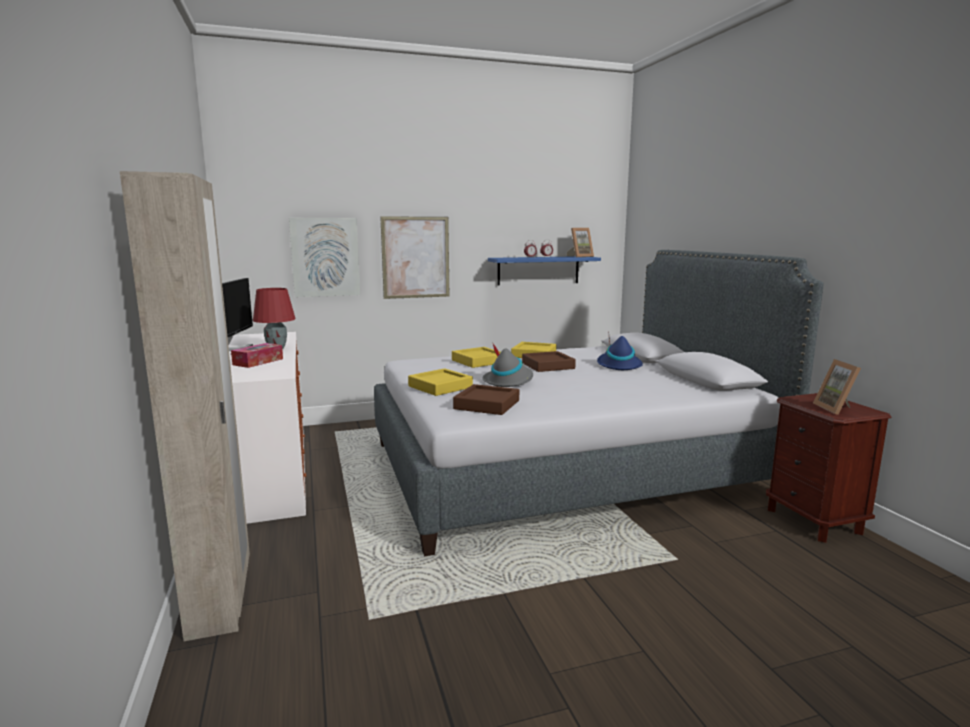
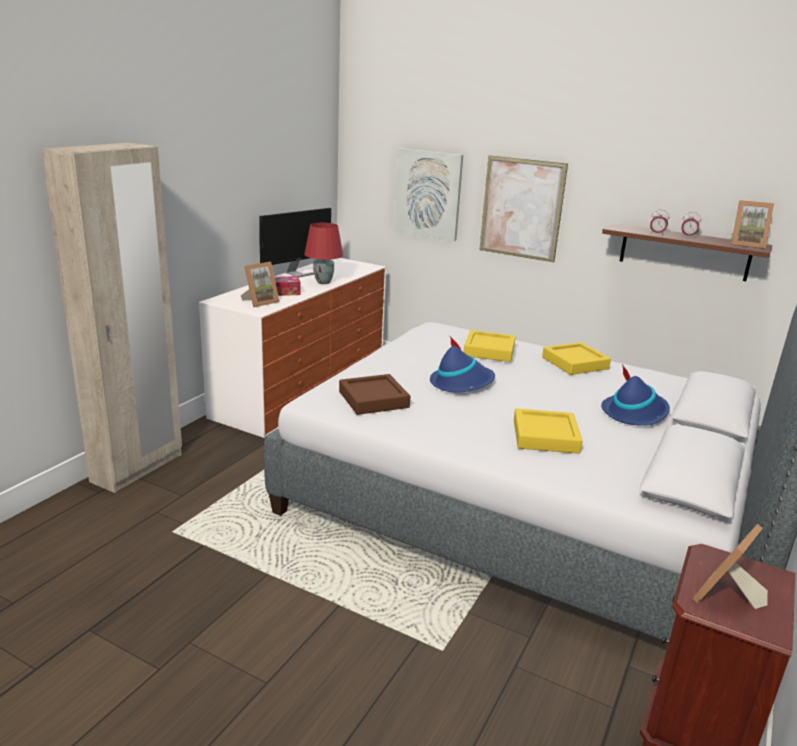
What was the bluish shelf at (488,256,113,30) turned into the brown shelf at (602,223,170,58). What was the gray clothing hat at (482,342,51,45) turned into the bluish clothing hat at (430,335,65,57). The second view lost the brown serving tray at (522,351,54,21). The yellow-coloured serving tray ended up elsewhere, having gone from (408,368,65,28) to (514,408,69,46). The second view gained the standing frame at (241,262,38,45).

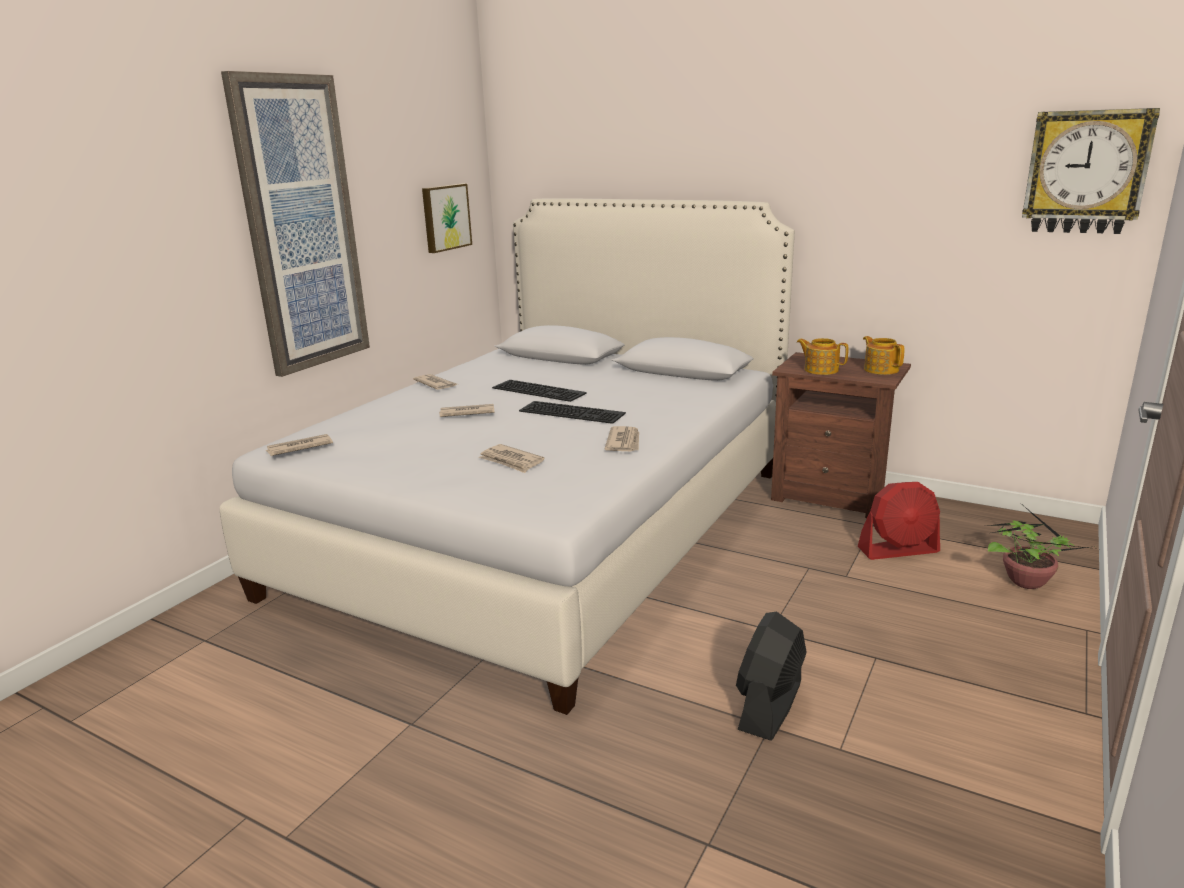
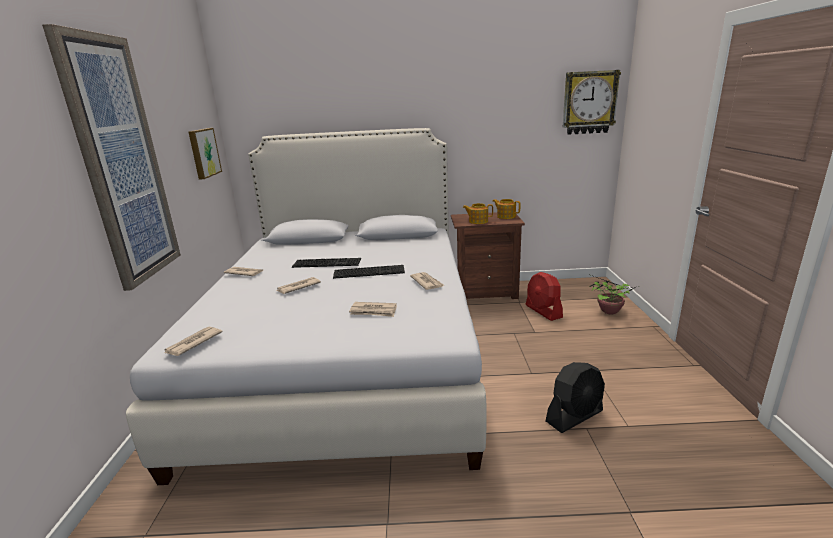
The reddish electric fan at (857,482,83,78) ended up facing another way, 105 degrees clockwise from before. The black-coloured electric fan at (736,612,70,129) ended up facing another way, 120 degrees counterclockwise from before.

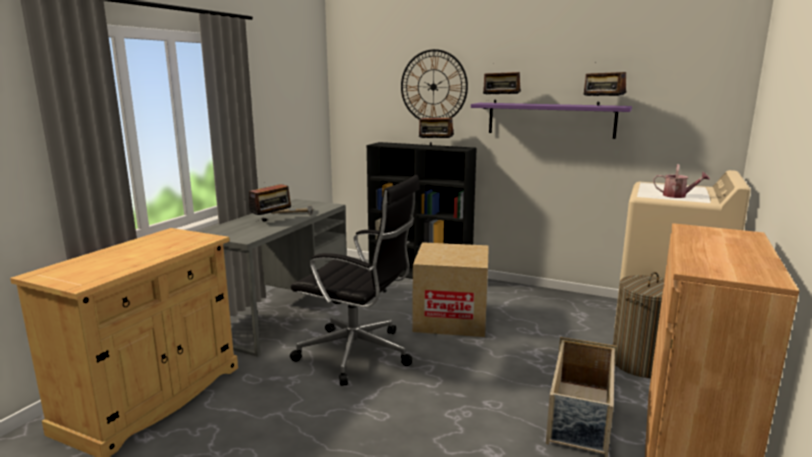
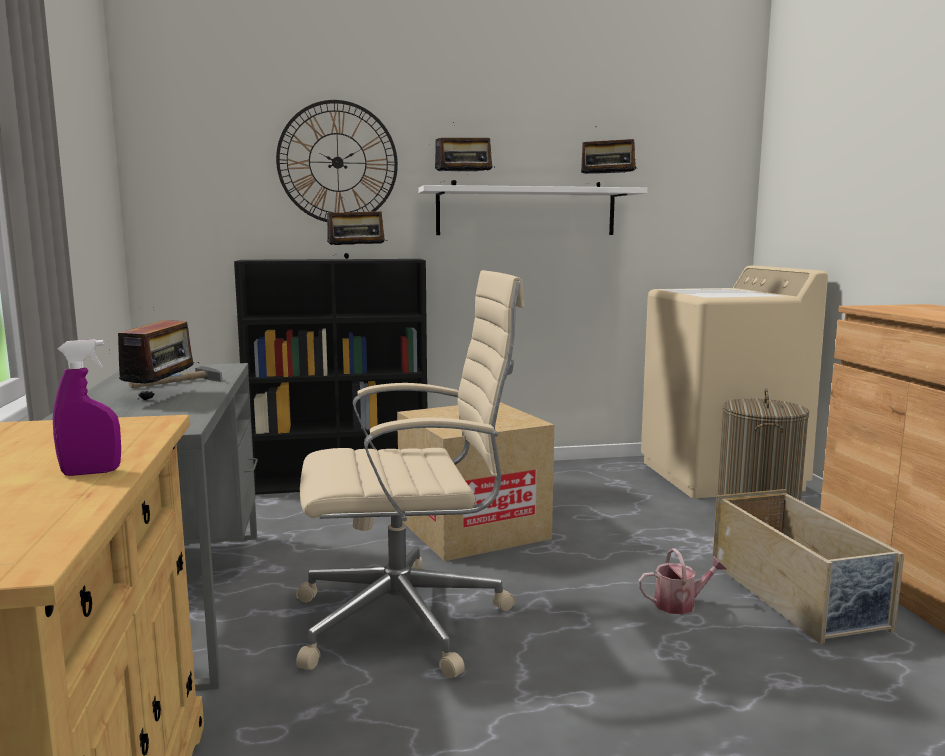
What was the purple-coloured shelf at (471,103,161,36) turned into the white-coloured shelf at (418,185,229,50). The sprinkling can ended up elsewhere, having gone from (653,164,57,34) to (638,548,89,66). What was the black-coloured desk chair at (290,175,130,211) turned into the beige desk chair at (296,270,228,408). The second view gained the purple-coloured hand sprayer at (53,339,68,137).

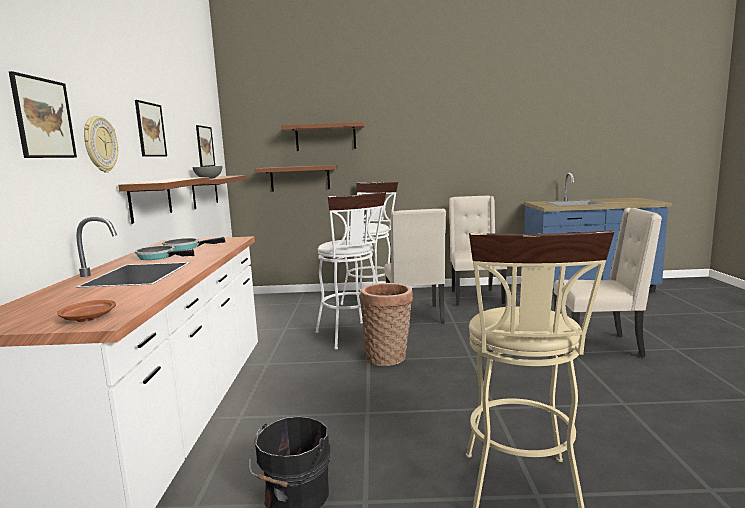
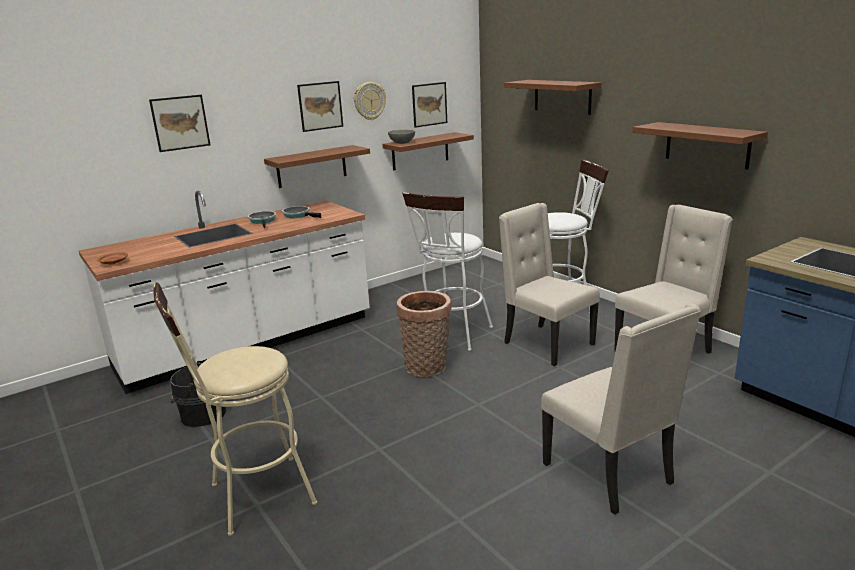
The wall clock ended up elsewhere, having gone from (84,116,34,56) to (354,82,32,38). The brown shelf ended up elsewhere, having gone from (255,165,83,27) to (633,122,135,48). The beige plain chair at (385,208,61,116) ended up facing another way, 90 degrees clockwise from before.

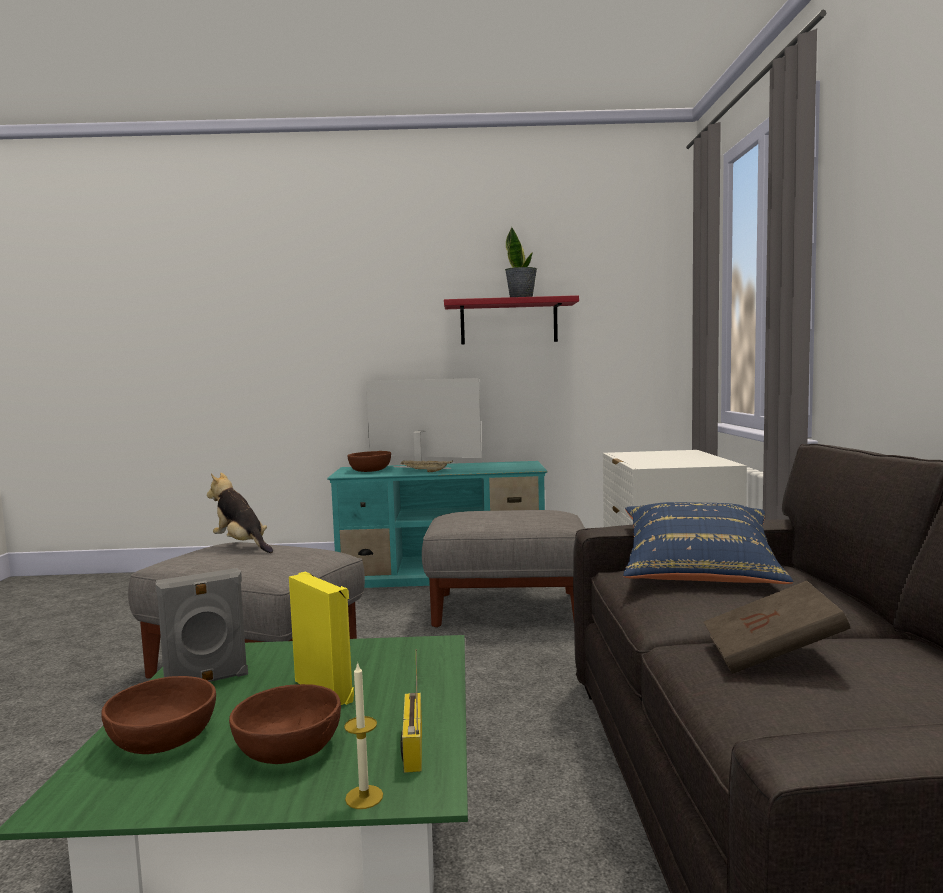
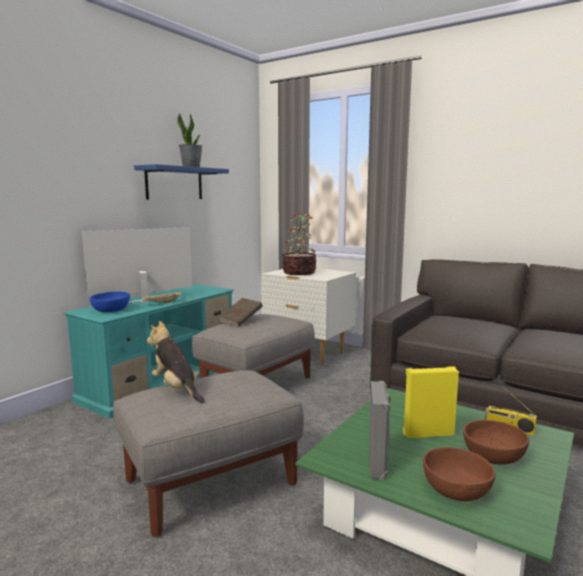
What was the reddish shelf at (444,295,135,50) turned into the bluish shelf at (134,164,95,36). What was the brown serving bowl at (347,451,44,21) turned into the bluish serving bowl at (90,292,40,20). The cuddly toy at (207,472,66,81) ended up facing another way, 60 degrees clockwise from before. The second view lost the bluish pillow at (623,502,170,82). The brown volume ended up elsewhere, having gone from (704,581,147,93) to (218,298,45,29). The second view lost the candle at (344,662,39,147). The second view gained the potted plant at (282,213,34,62).

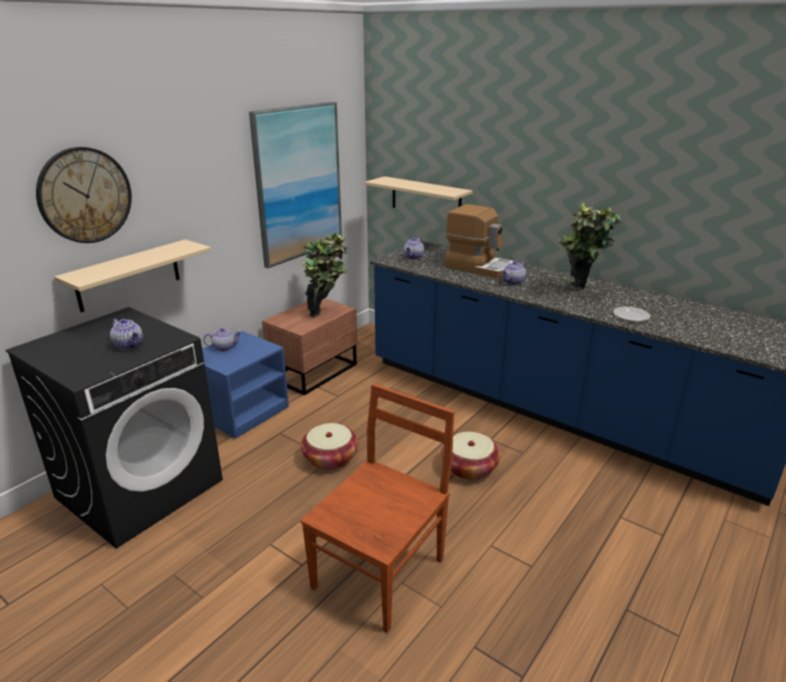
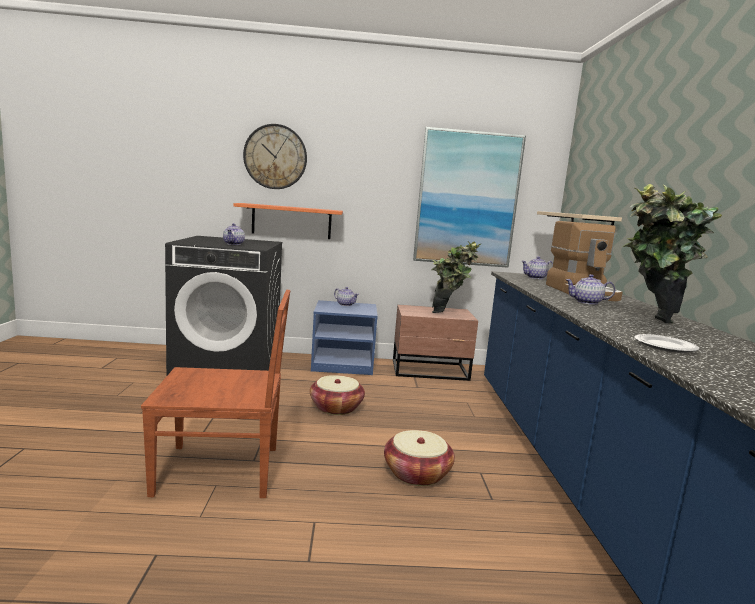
What was the beige shelf at (54,239,157,73) turned into the orangey shelf at (233,203,110,36).

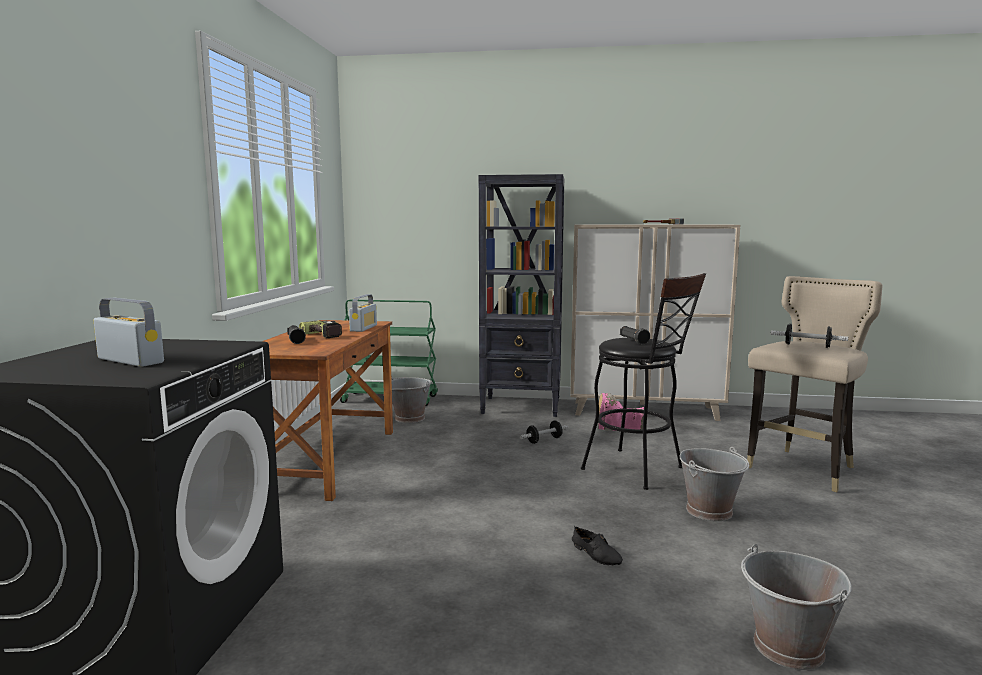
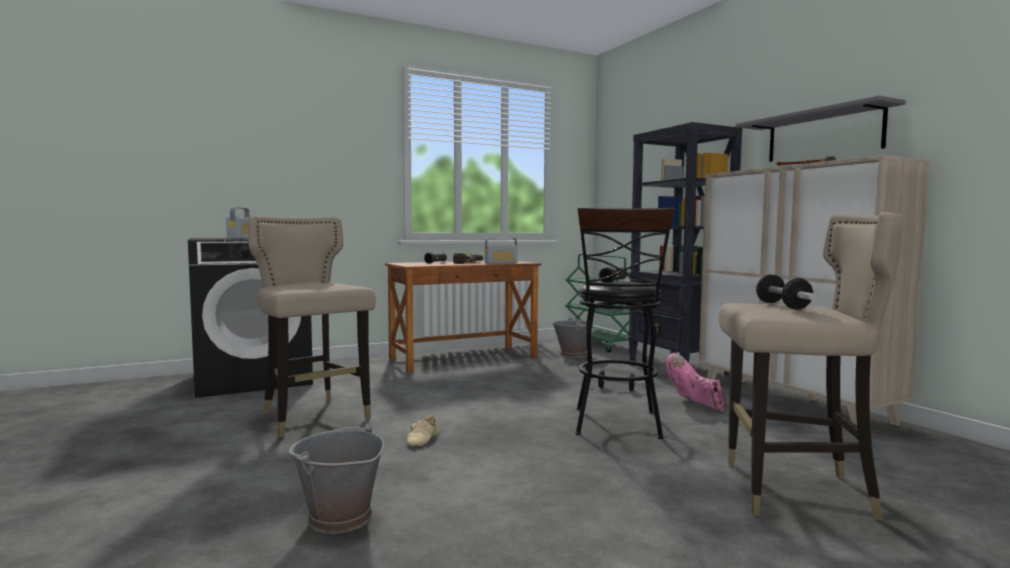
The second view lost the gray bucket at (680,447,69,74). What was the black-coloured item of footwear at (572,526,51,39) turned into the beige item of footwear at (407,414,32,32). The second view gained the gray shelf at (735,95,171,67). The second view gained the beige stool at (248,216,128,221).

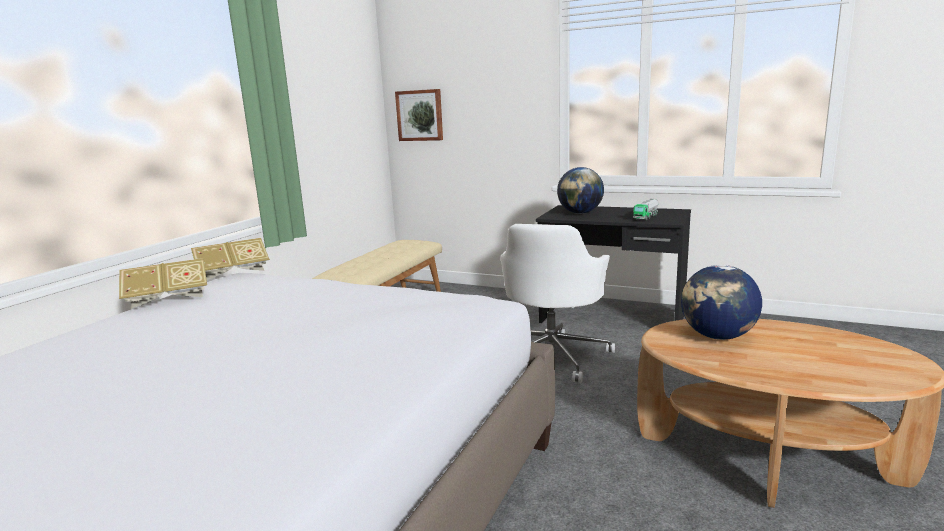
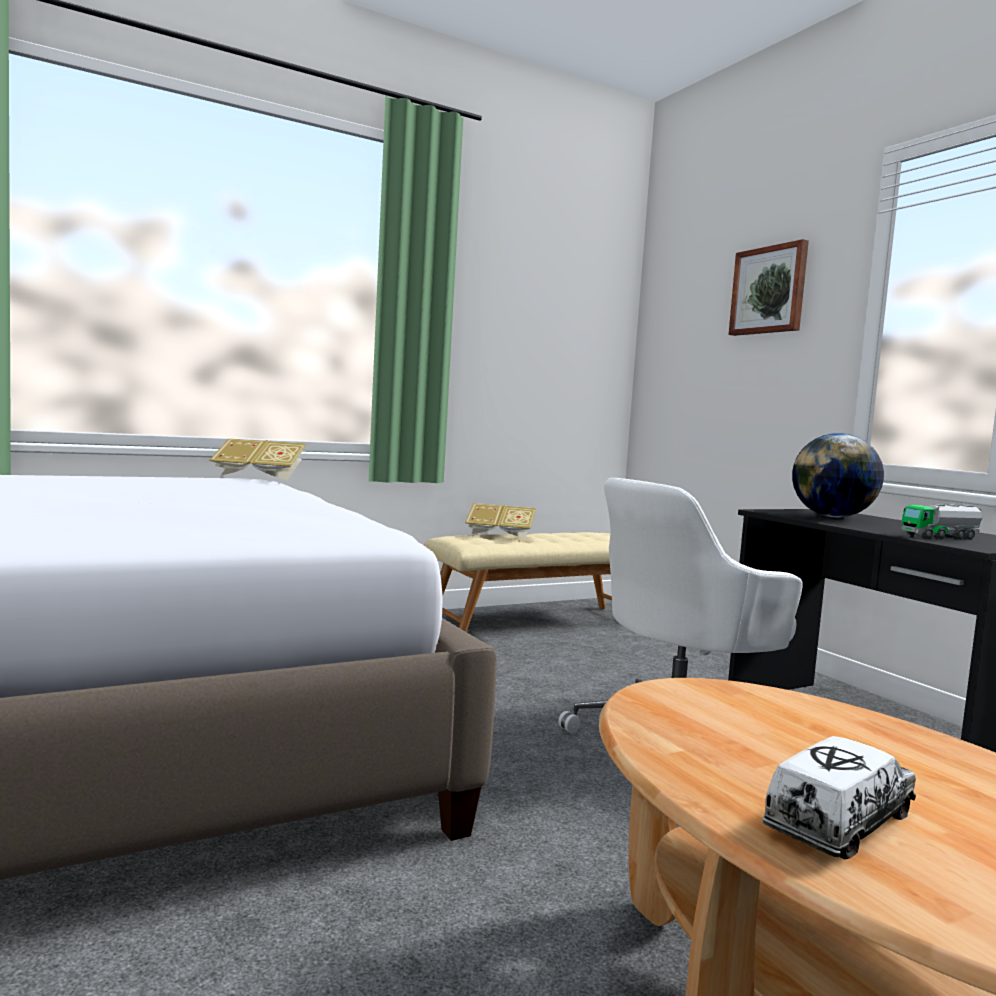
The picture ended up elsewhere, having gone from (395,89,48,52) to (729,239,80,97). The volume ended up elsewhere, having gone from (119,258,88,51) to (465,503,71,36). The second view lost the desk globe at (681,265,81,75). The second view gained the toy lorry at (762,736,154,123).

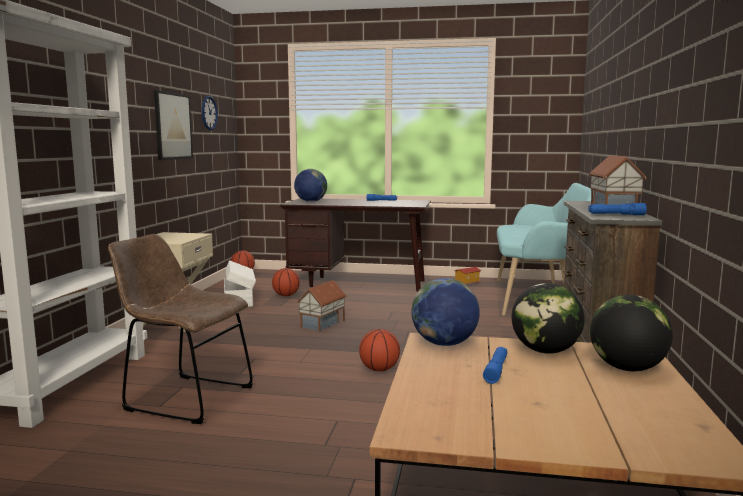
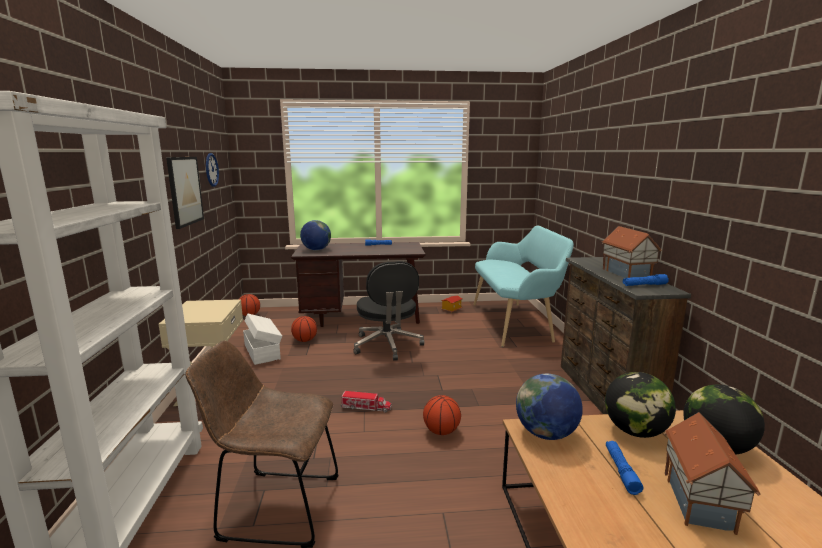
The miniature house ended up elsewhere, having gone from (297,280,50,52) to (664,412,96,123). The second view gained the black-coloured desk chair at (353,261,71,100). The second view gained the toy lorry at (341,391,51,21).

